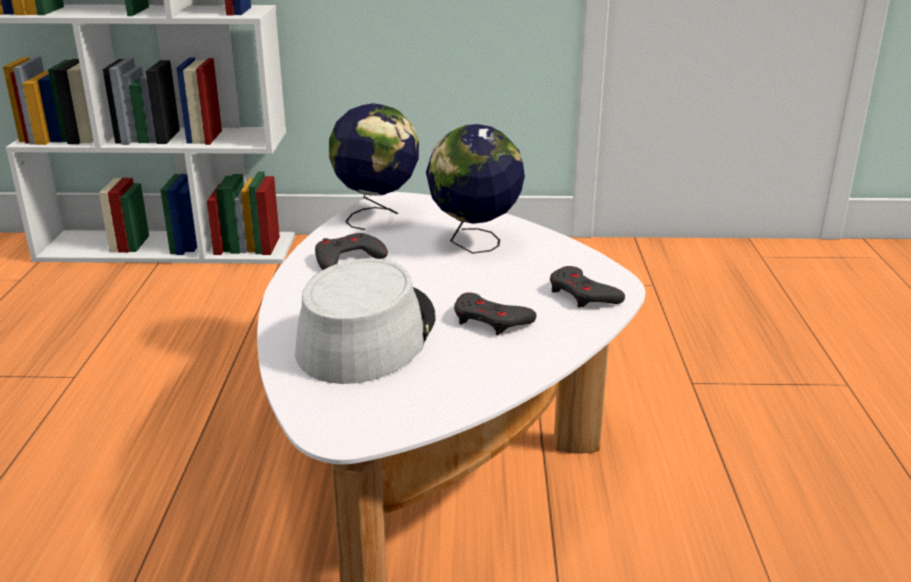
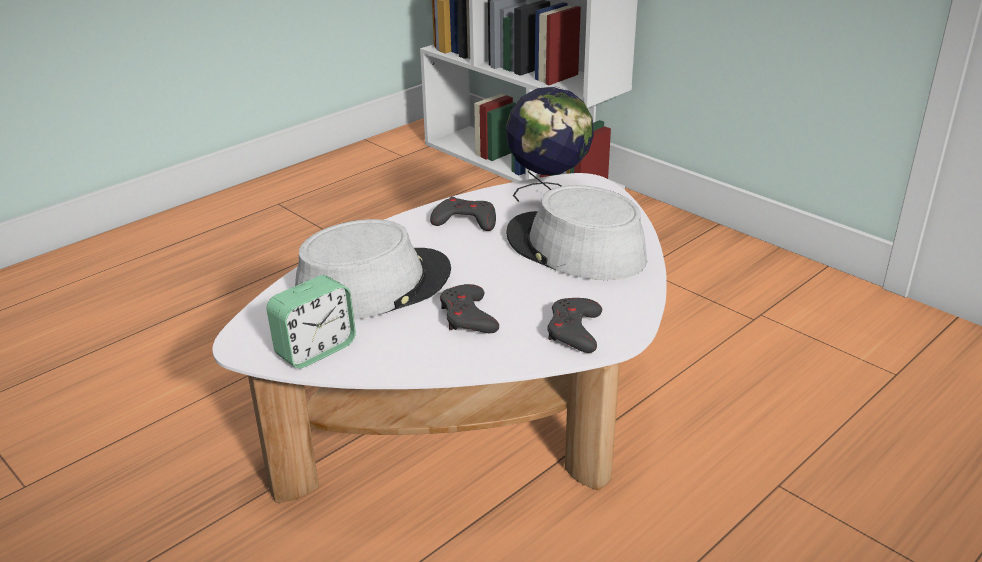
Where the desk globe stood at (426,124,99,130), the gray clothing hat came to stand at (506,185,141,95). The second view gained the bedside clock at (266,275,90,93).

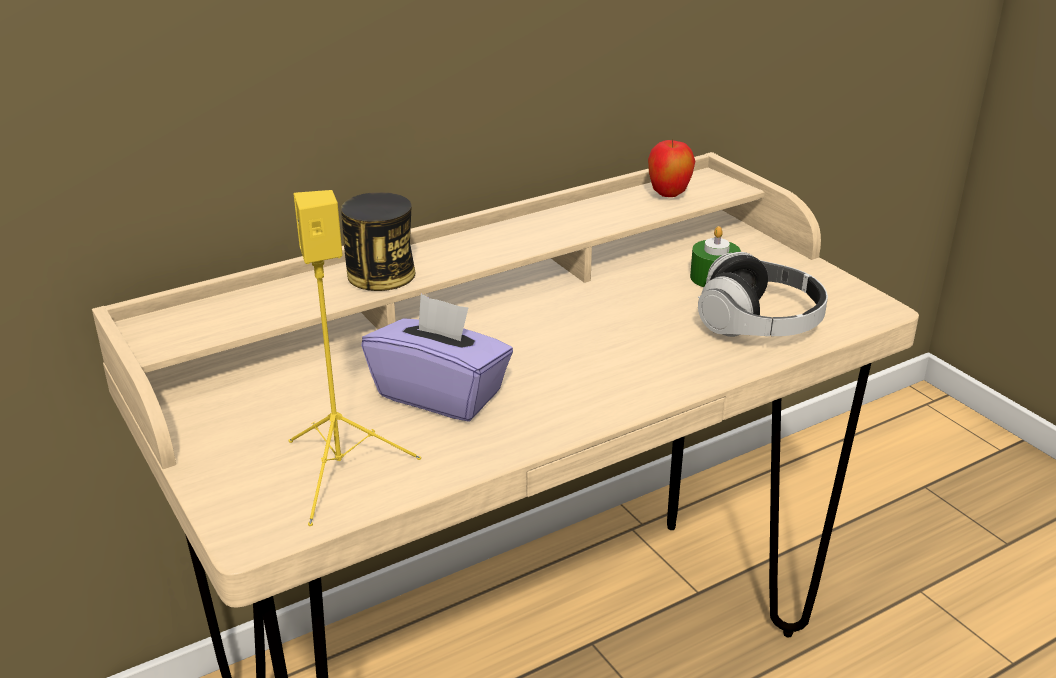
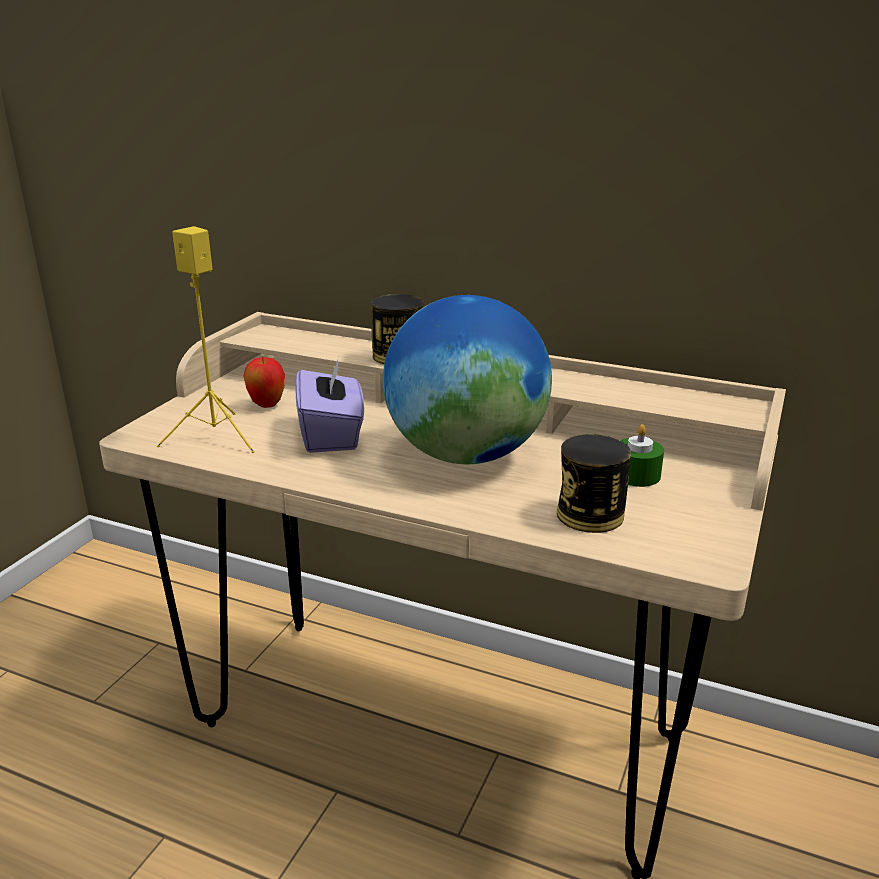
The apple fruit ended up elsewhere, having gone from (648,139,47,58) to (243,356,42,52). Where the pair of headphones stood at (698,252,130,85), the can came to stand at (557,434,74,99). The second view gained the desk globe at (383,295,169,169).

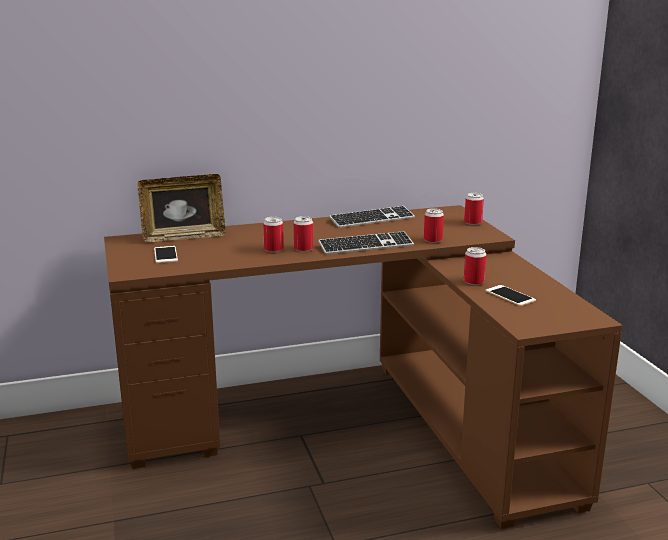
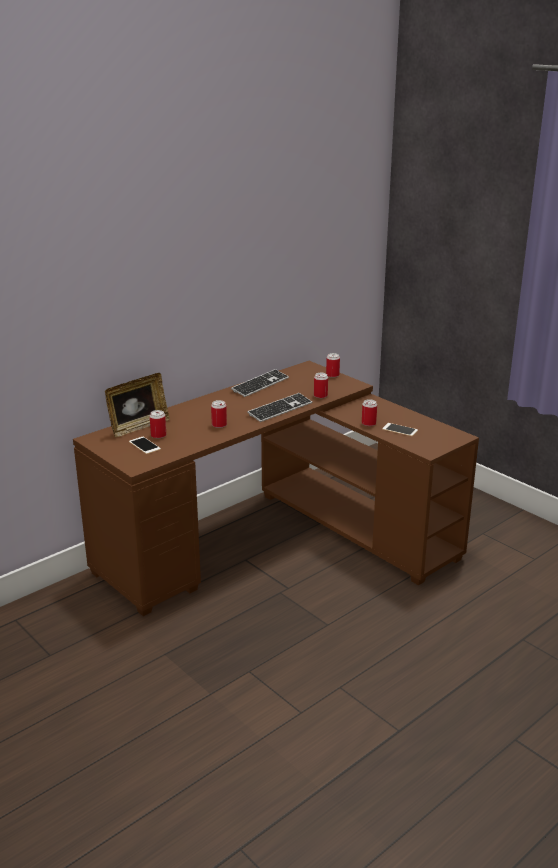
The can ended up elsewhere, having gone from (294,216,19,36) to (150,410,16,29).

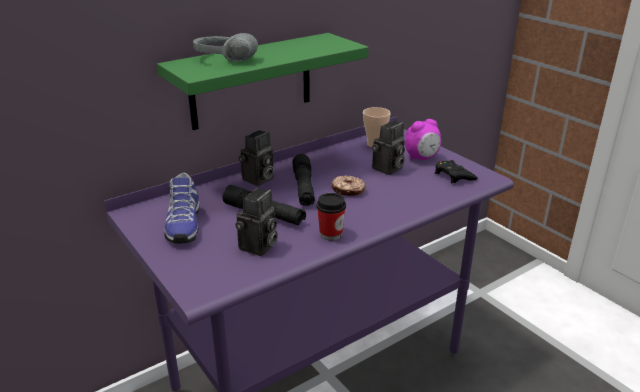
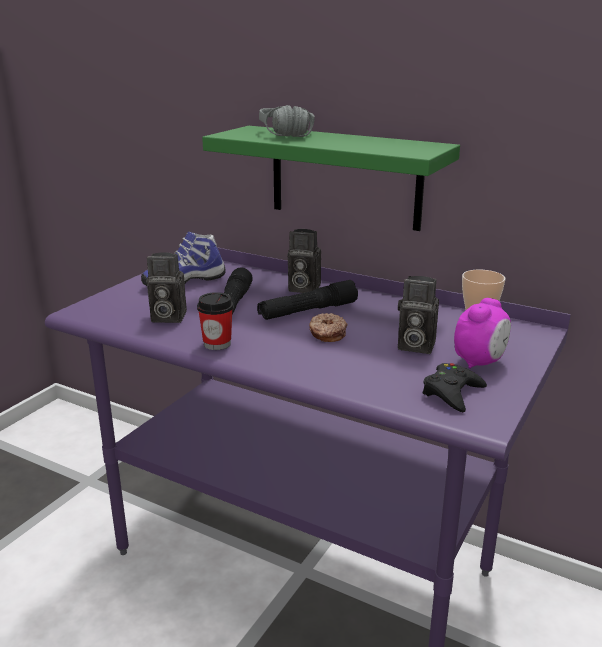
The bedside clock at (405,119,36,41) ended up facing another way, 90 degrees counterclockwise from before.

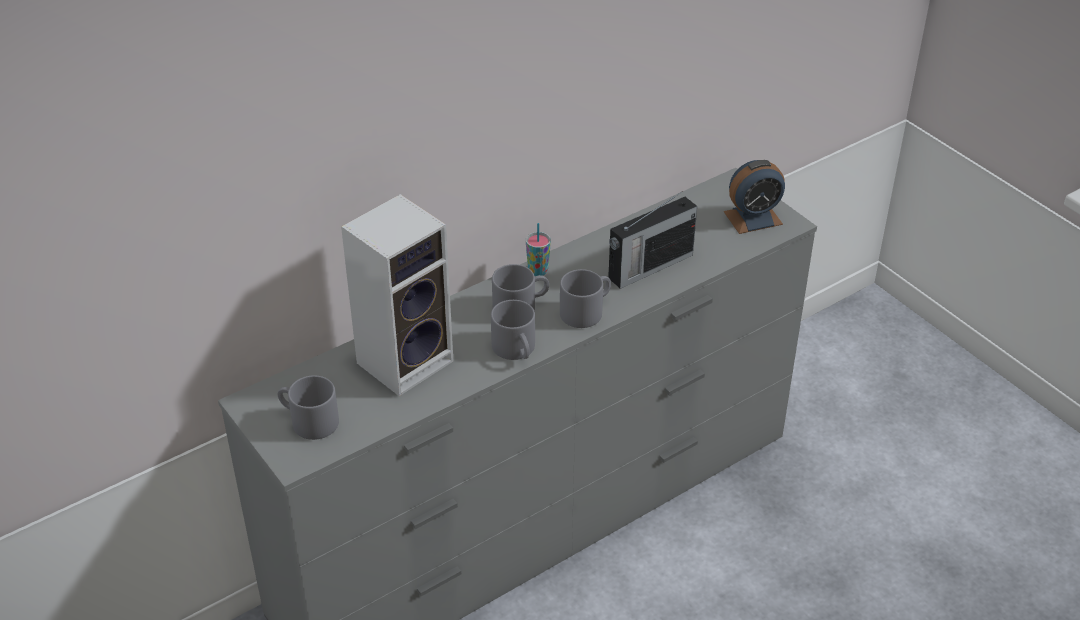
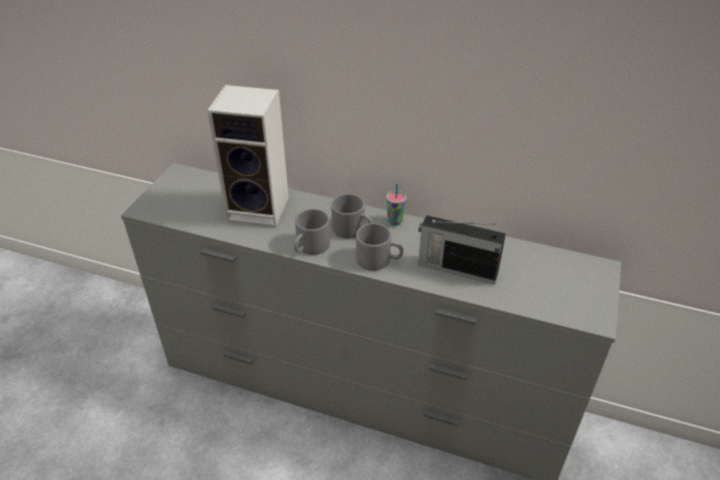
The second view lost the bedside clock at (724,160,61,74). The second view lost the gray mug at (278,376,61,64).

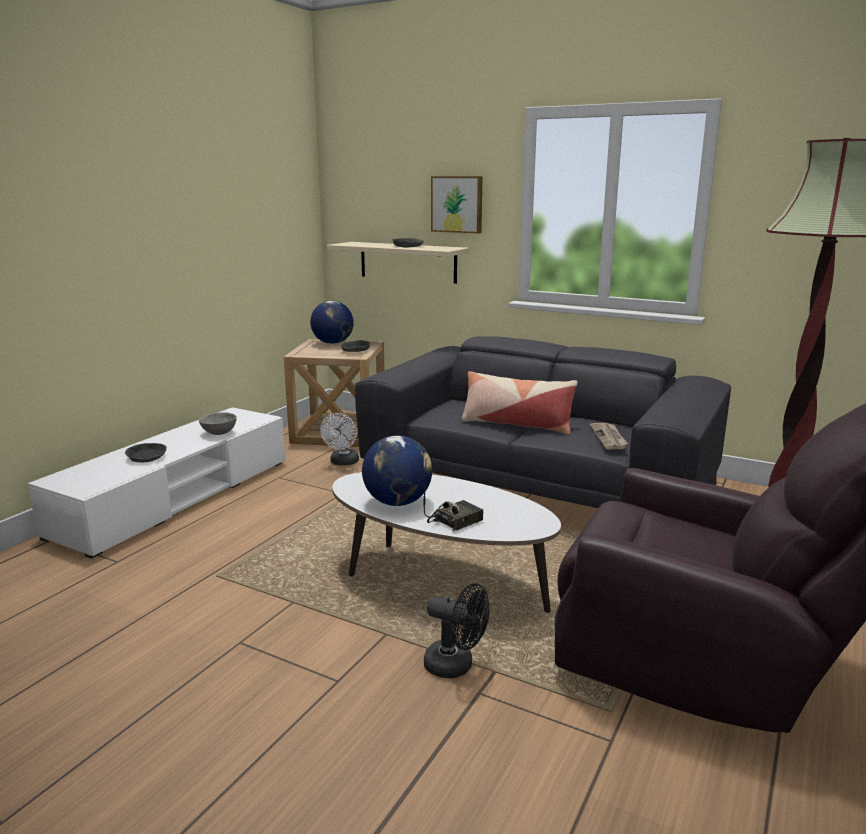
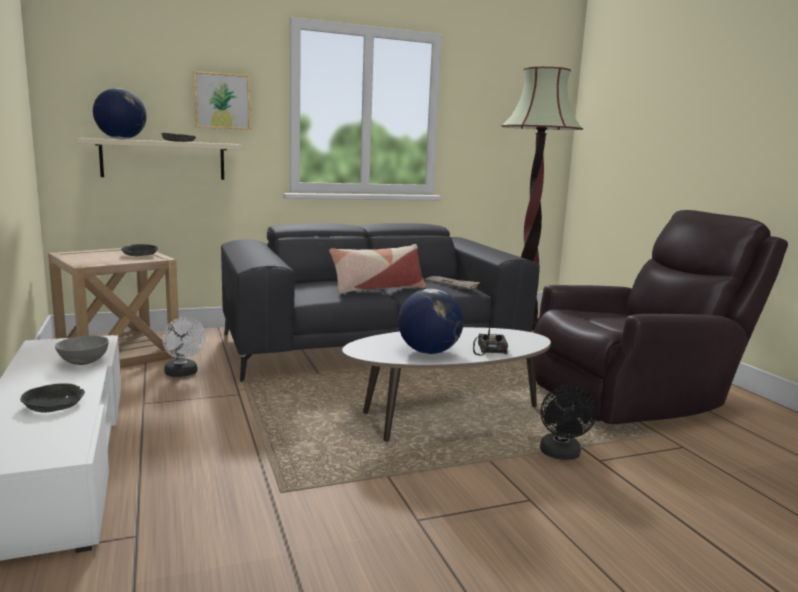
The desk globe ended up elsewhere, having gone from (310,301,44,43) to (93,88,54,51). The black-coloured electric fan at (424,583,66,96) ended up facing another way, 120 degrees clockwise from before.

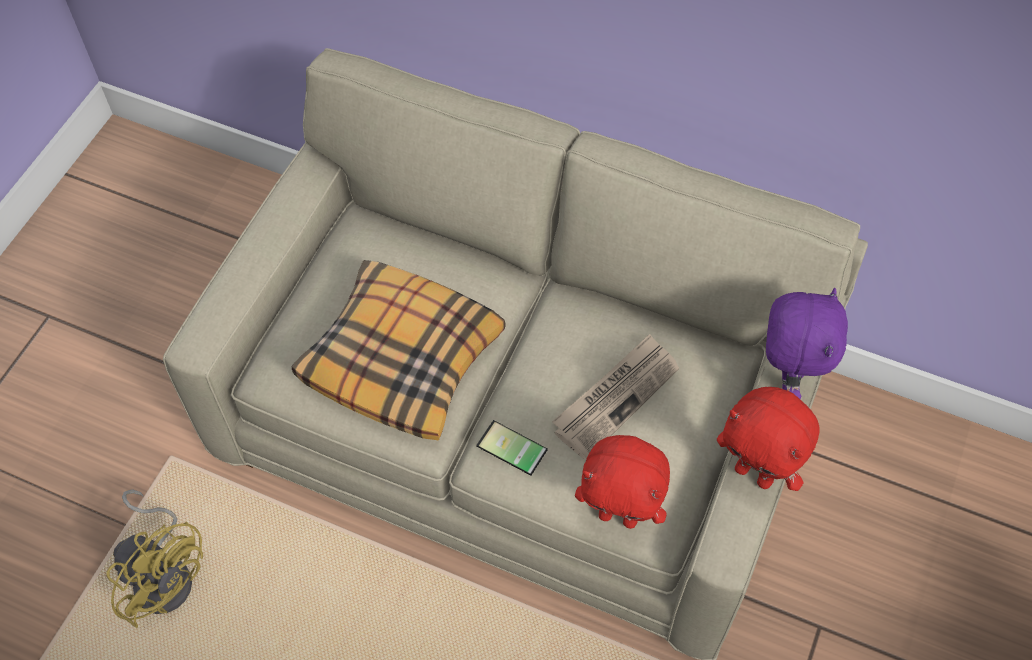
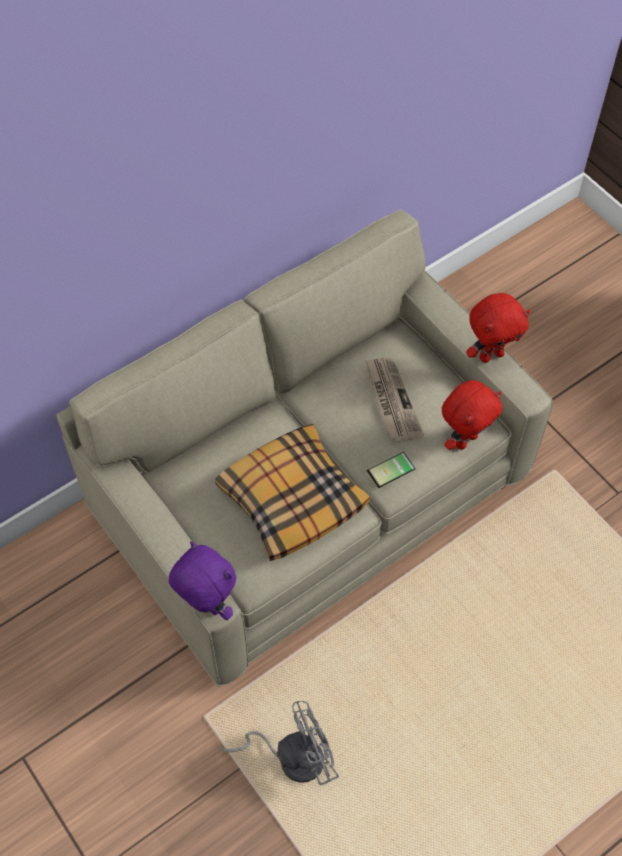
The purple-coloured cuddly toy ended up elsewhere, having gone from (766,288,82,111) to (169,542,67,78). What was the yellow-coloured electric fan at (106,489,97,139) turned into the gray electric fan at (221,701,118,84).

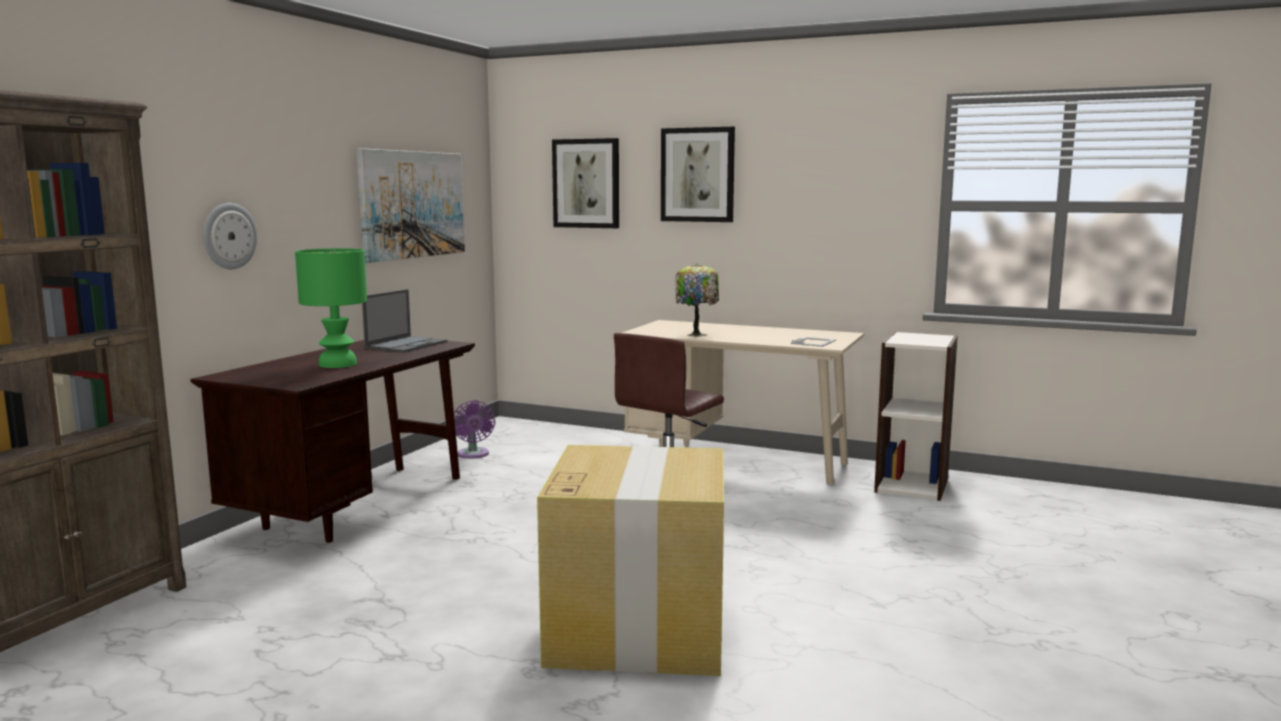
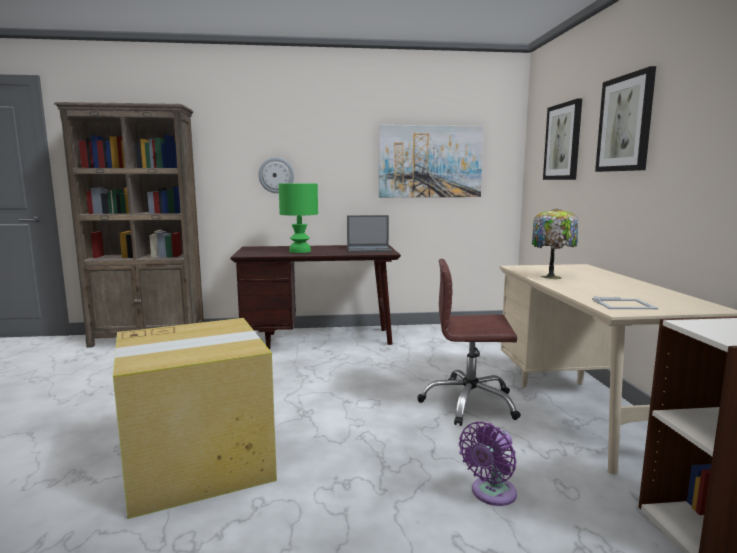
The purple-coloured electric fan ended up elsewhere, having gone from (454,400,41,59) to (459,421,58,85).

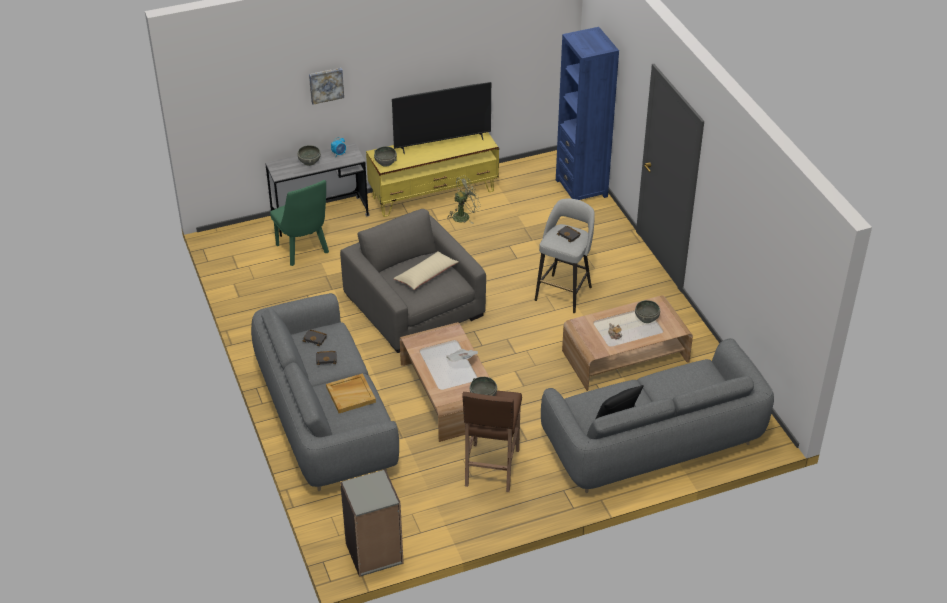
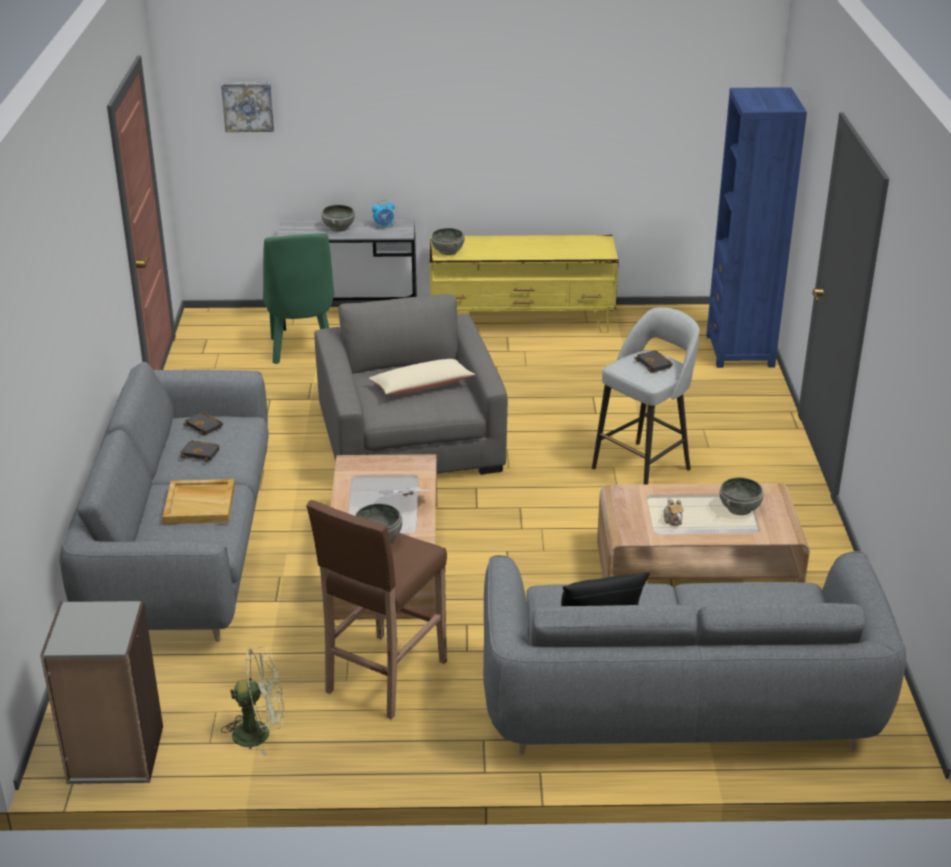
The picture ended up elsewhere, having gone from (309,68,35,37) to (221,83,53,49). The second view lost the TV at (392,82,99,72). The green electric fan ended up elsewhere, having gone from (448,176,33,48) to (221,646,63,110).

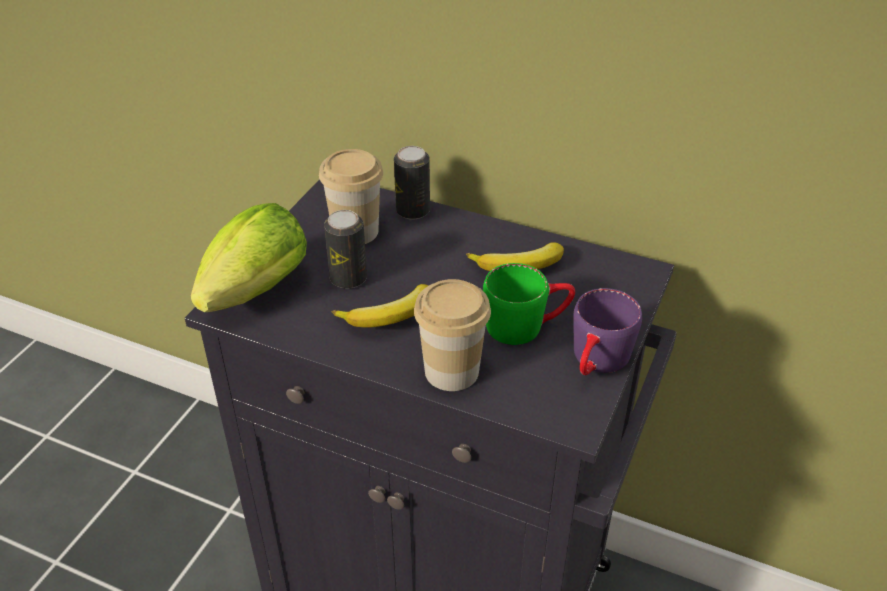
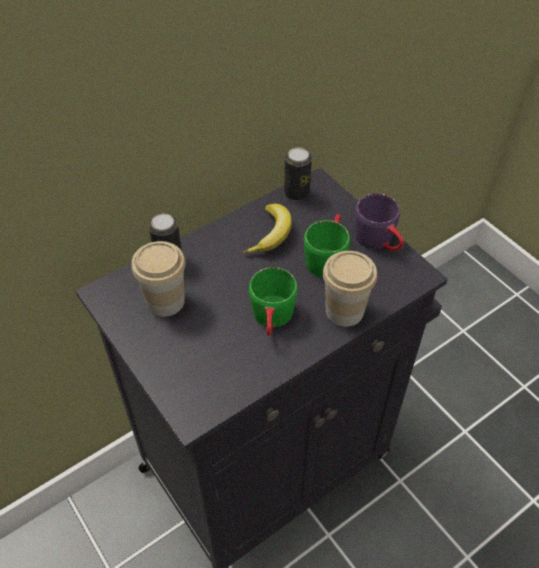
The second view lost the head of lettuce at (191,203,116,109). The can ended up elsewhere, having gone from (324,210,43,79) to (284,147,28,54). Where the banana fruit stood at (332,284,97,44), the green mug came to stand at (249,267,49,69).

